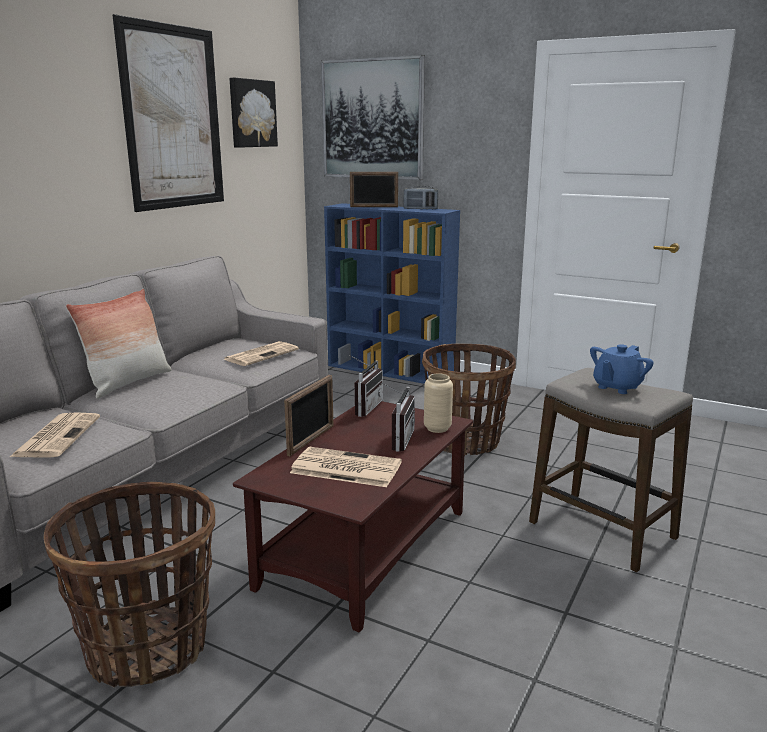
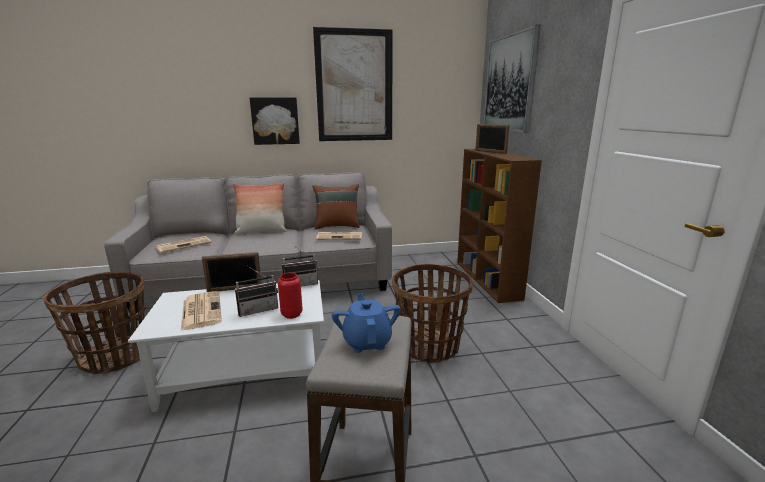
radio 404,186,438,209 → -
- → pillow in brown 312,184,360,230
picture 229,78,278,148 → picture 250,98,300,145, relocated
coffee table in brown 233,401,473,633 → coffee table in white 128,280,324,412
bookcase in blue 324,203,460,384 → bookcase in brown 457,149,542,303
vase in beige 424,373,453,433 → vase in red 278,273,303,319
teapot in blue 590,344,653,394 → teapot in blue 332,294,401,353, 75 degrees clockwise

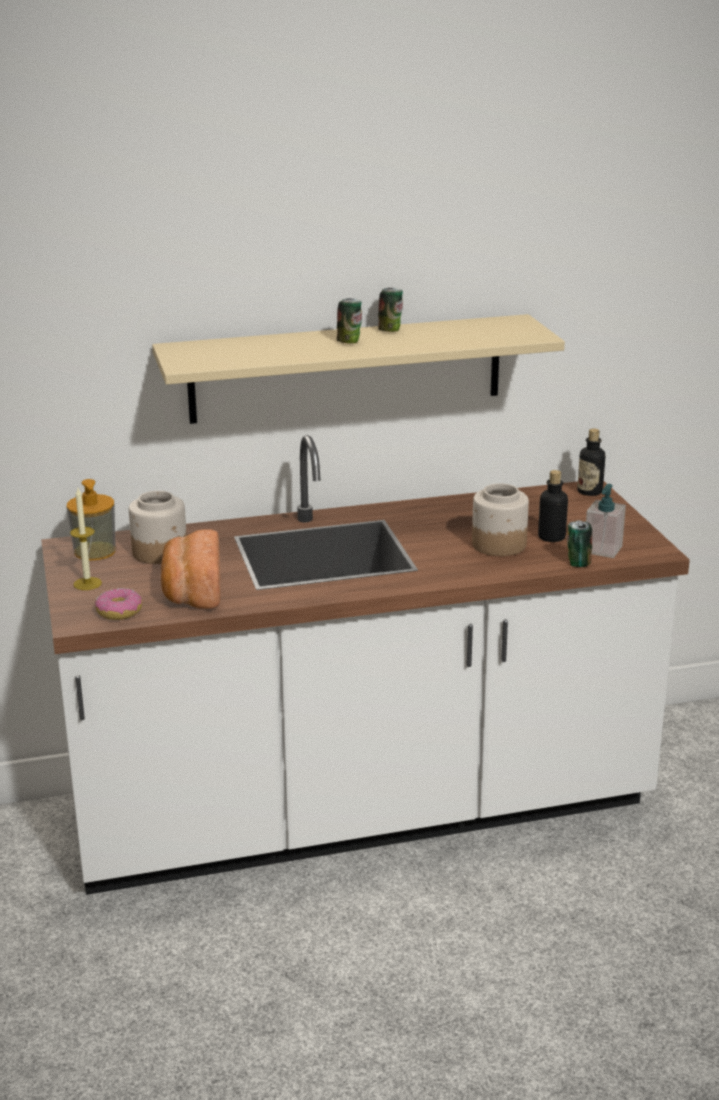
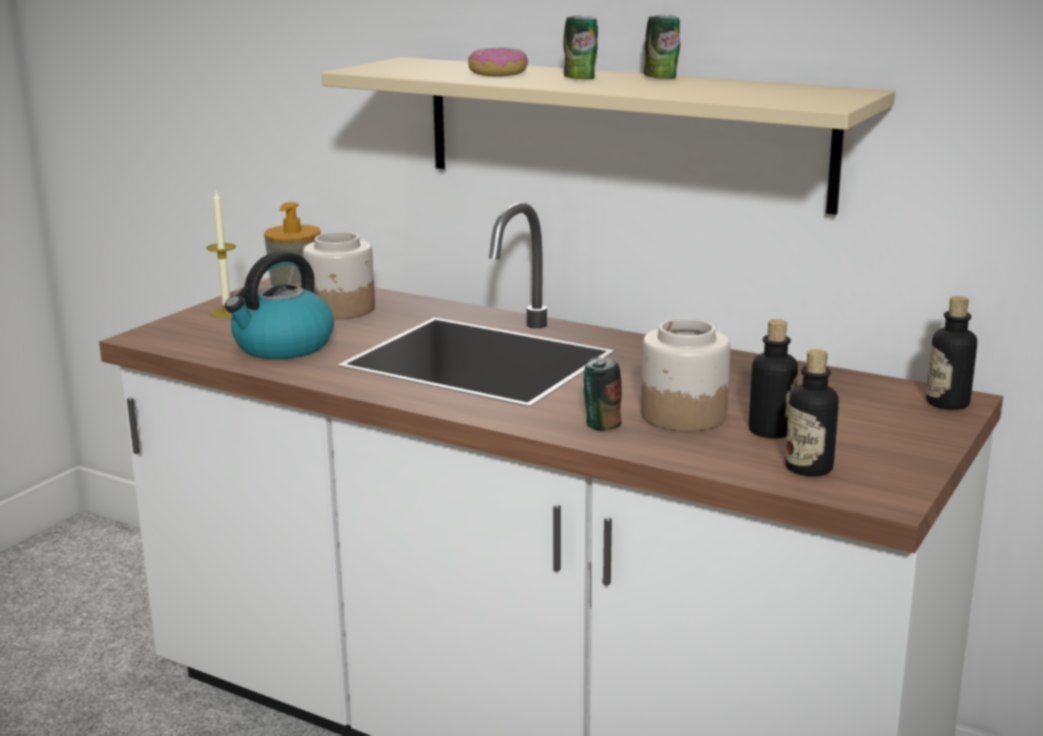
donut 95,588,142,620 → donut 468,47,528,77, relocated
can 567,520,592,567 → can 584,357,622,431, relocated
bread 161,529,220,609 → kettle 225,251,334,359
soap dispenser 586,484,626,558 → bottle 785,349,839,476

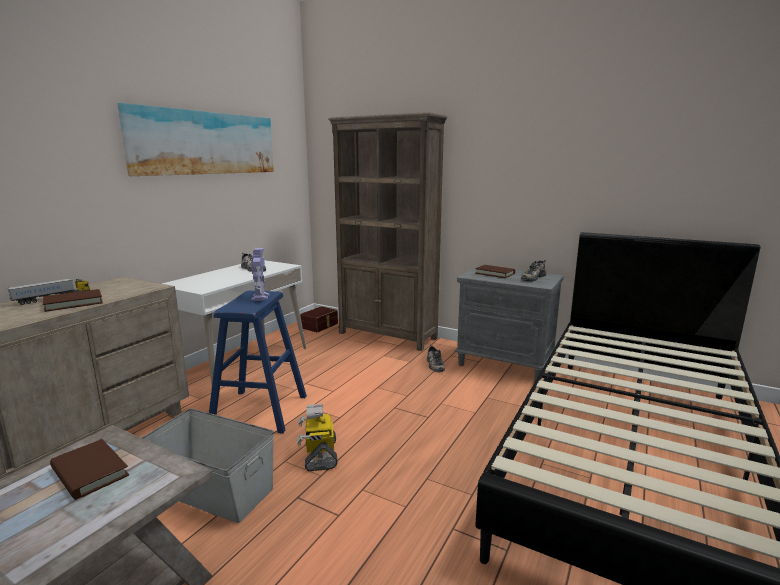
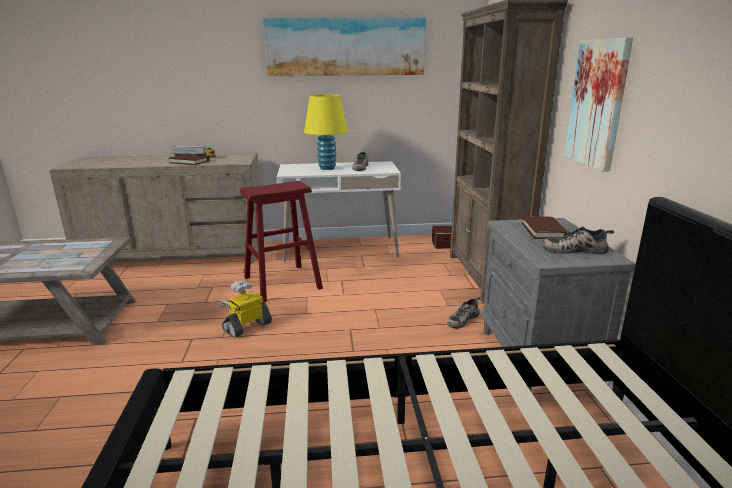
book in brown 50,439,129,500 → -
storage box in grey 142,409,274,523 → -
toy robot 251,248,269,301 → -
- → table lamp in yellow 304,94,348,170
- → picture 564,37,633,171
stool in blue 209,291,307,434 → stool in red 240,181,323,303

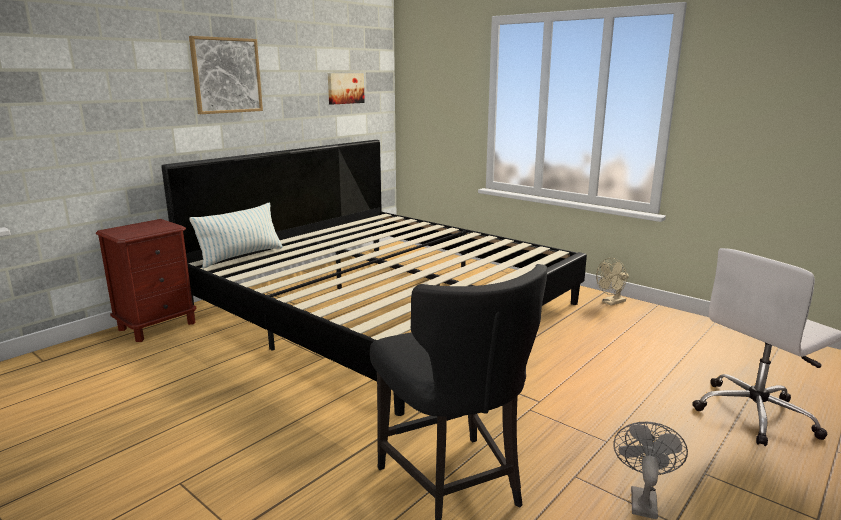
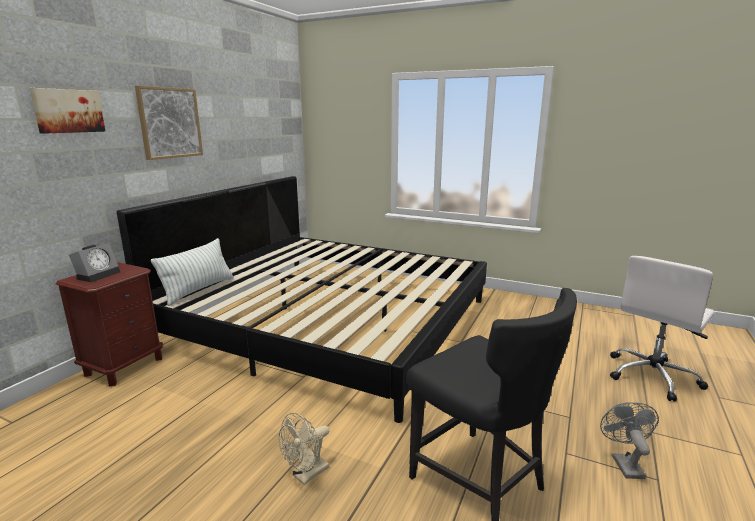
- → alarm clock 69,243,120,282
picture 328,73,365,105 → picture 30,88,106,134, relocated
fan in beige 596,258,629,306 → fan in beige 279,412,329,485, relocated

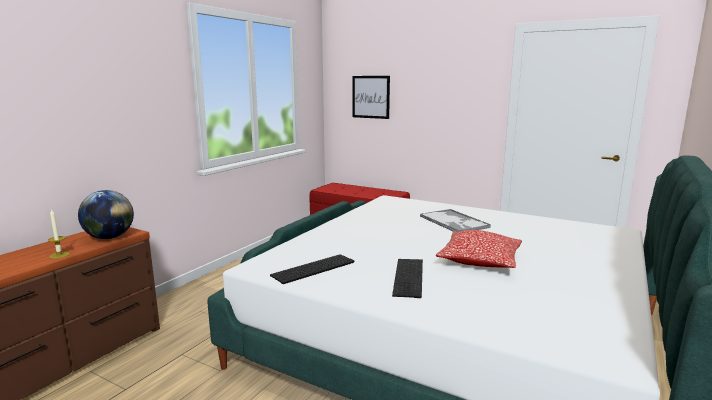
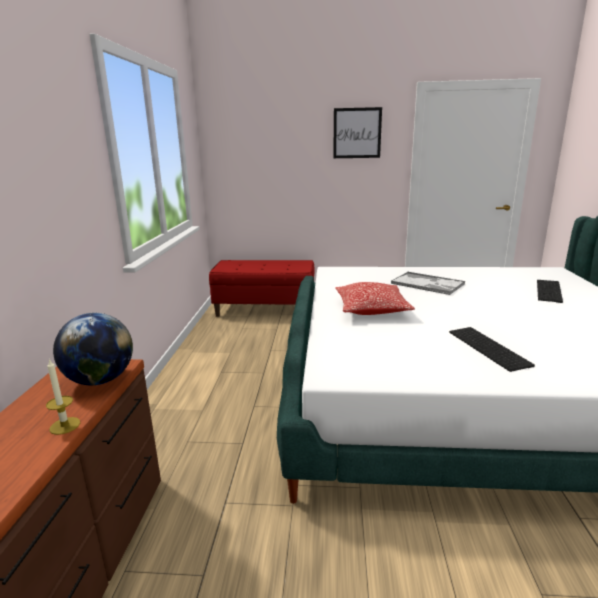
keyboard 270,254,354,284 → keyboard 537,280,563,303, relocated
picture 352,76,390,119 → picture 333,107,382,158, relocated
pillow 436,230,522,268 → pillow 335,282,415,315, relocated

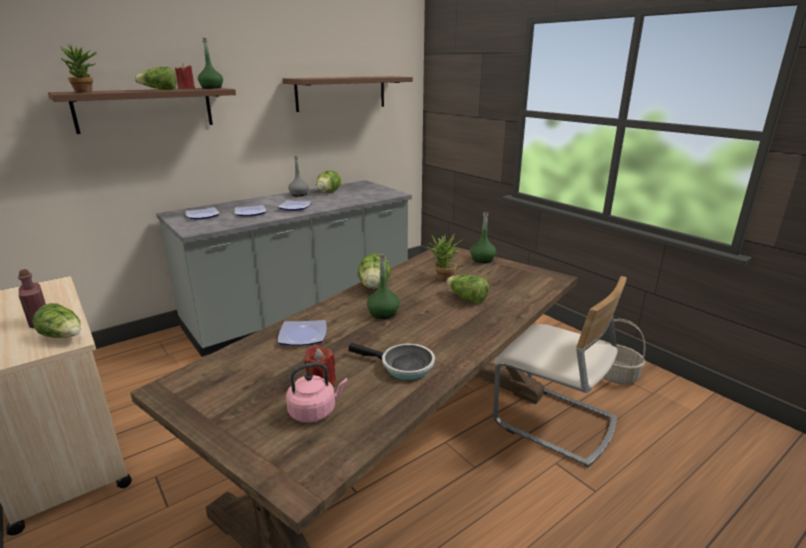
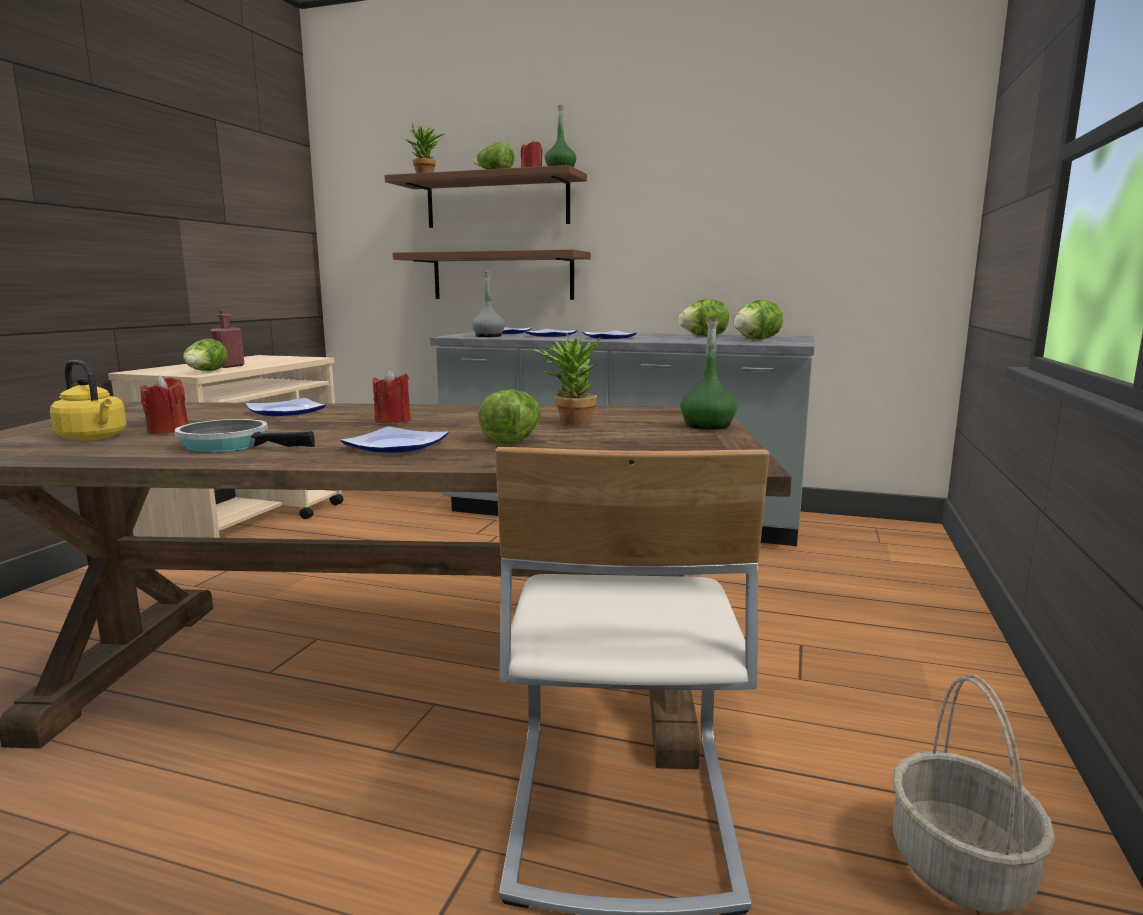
- → plate 341,426,448,453
shelf in brown 283,76,413,112 → shelf in brown 392,249,591,300, relocated
bottle in grey 288,155,309,197 → bottle in grey 472,271,505,337, relocated
lettuce 358,253,391,289 → lettuce 734,300,783,339, relocated
bottle in green 367,254,400,319 → candle in red 373,369,411,423
kettle in pink 286,362,348,423 → kettle in yellow 50,360,127,441
frying pan 349,343,435,380 → frying pan 174,419,315,453, 120 degrees clockwise

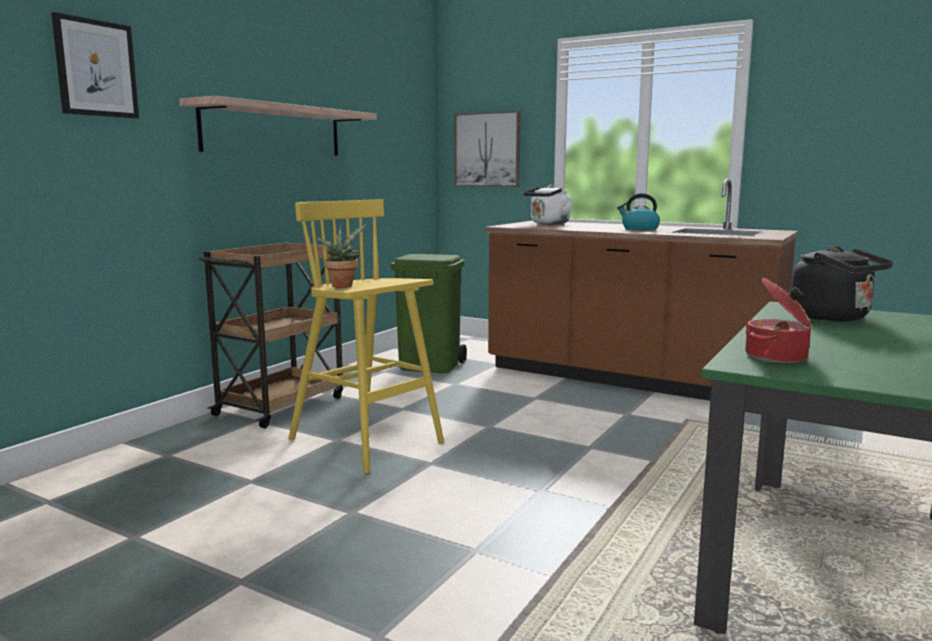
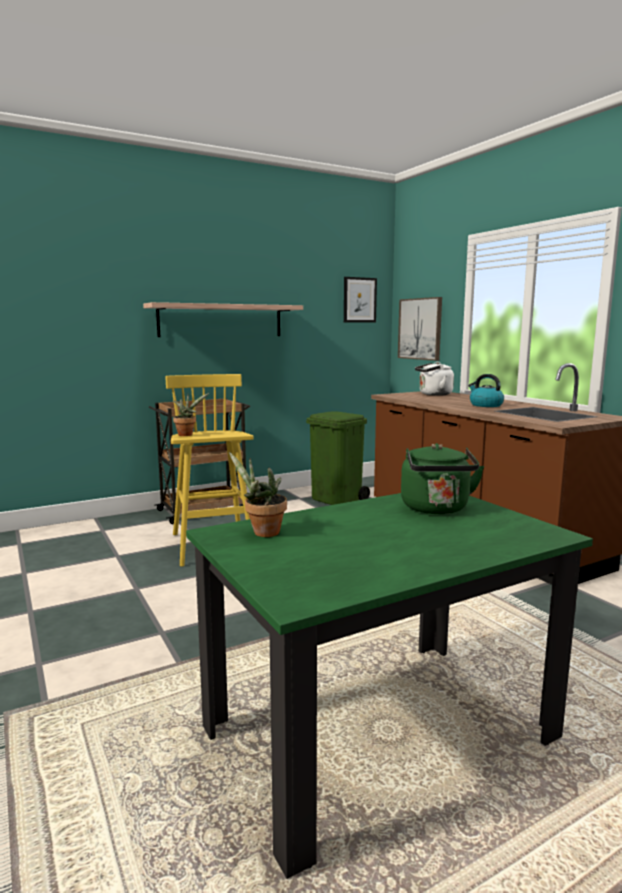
picture 51,12,139,119 → picture 344,277,377,323, relocated
cooking pot 745,278,812,363 → potted plant 229,452,287,537
kettle in black 791,246,893,321 → kettle in green 401,443,484,514

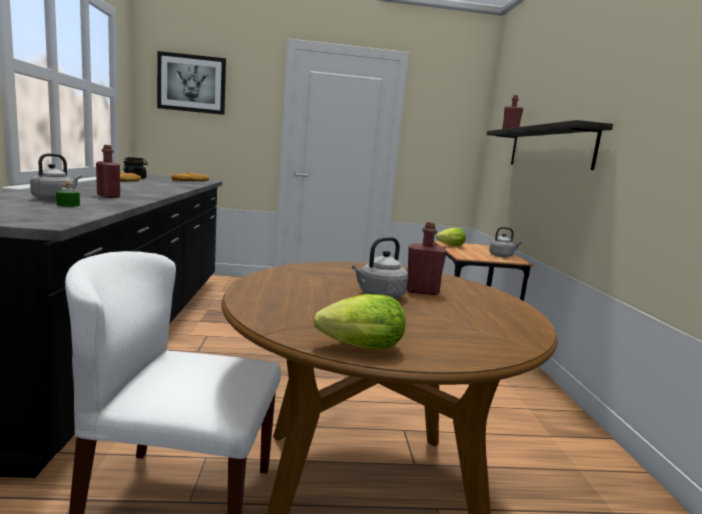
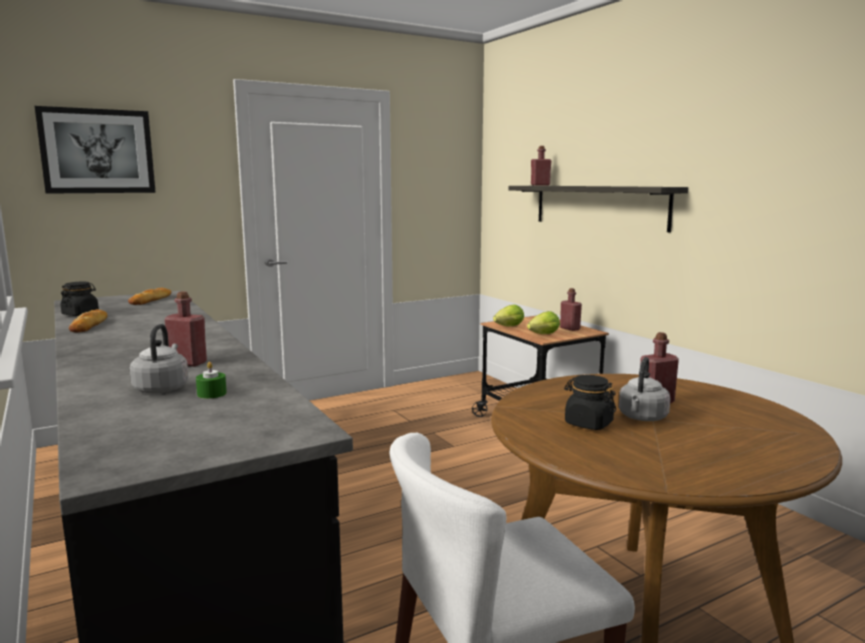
- → jar in black 564,375,616,430
lettuce 313,294,406,349 → lettuce 527,311,560,334, relocated
kettle in grey 489,227,522,257 → bottle in red 560,288,582,331

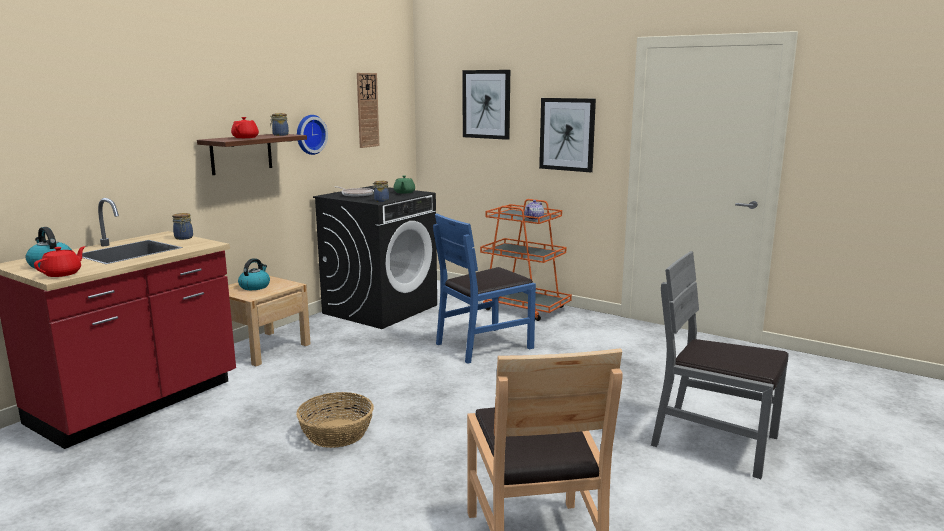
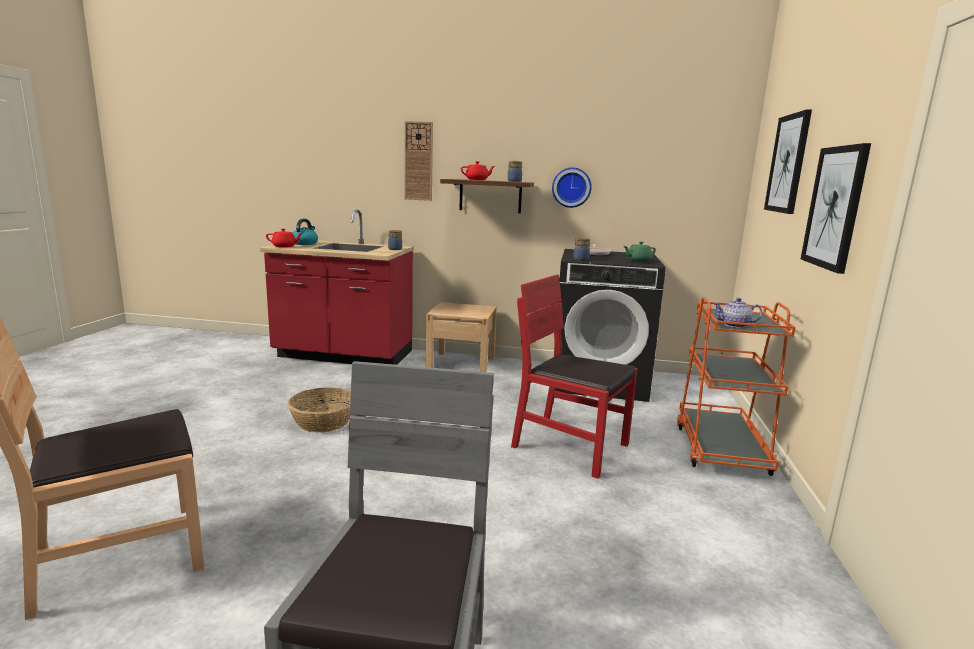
kettle 238,258,270,290 → -
wall clock 357,73,379,148 → wall clock 405,121,433,201, relocated
chair in blue 433,213,536,364 → chair in red 511,274,638,479

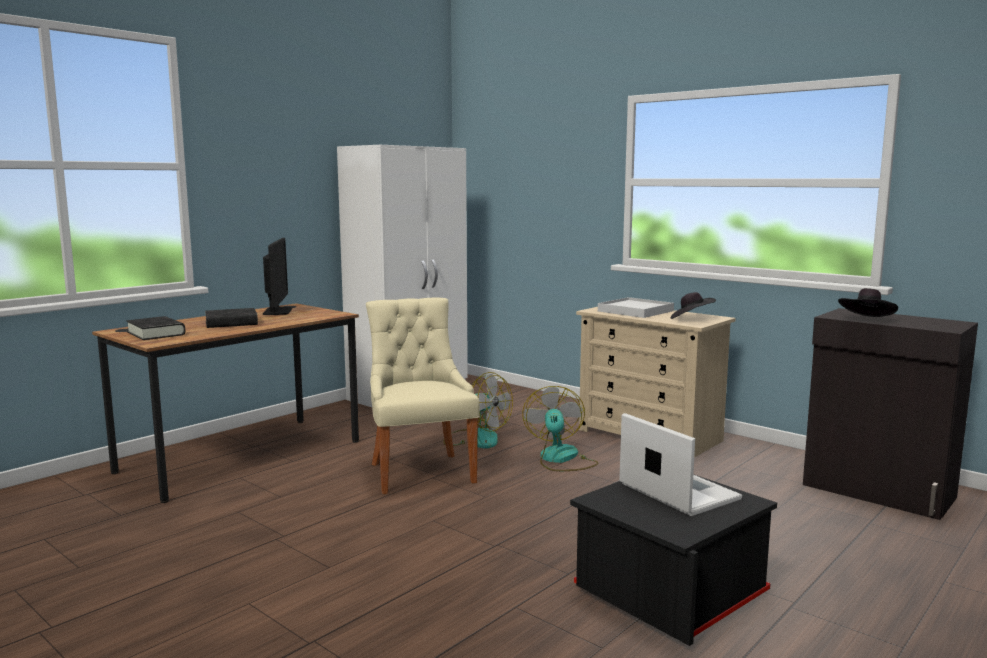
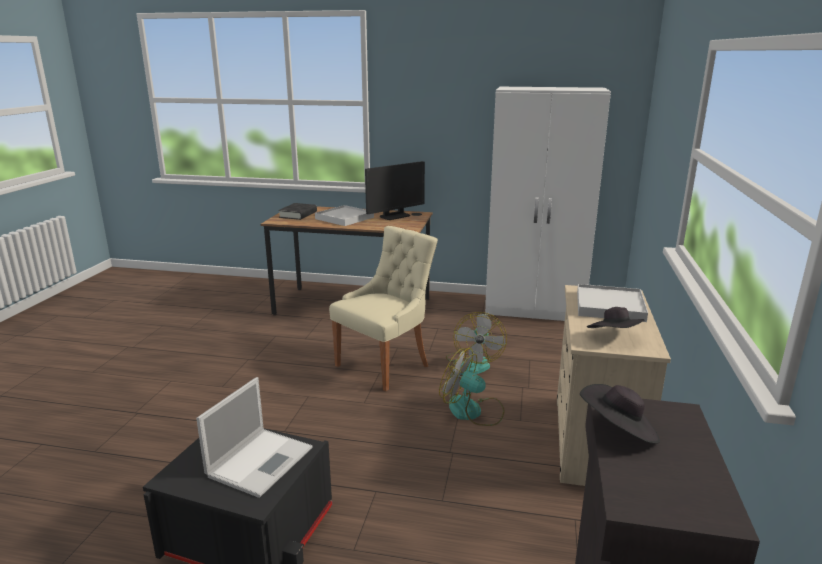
book in black 205,308,258,328 → tray in white 315,205,374,226
fan 522,386,598,471 → fan 439,348,504,426, 120 degrees counterclockwise

